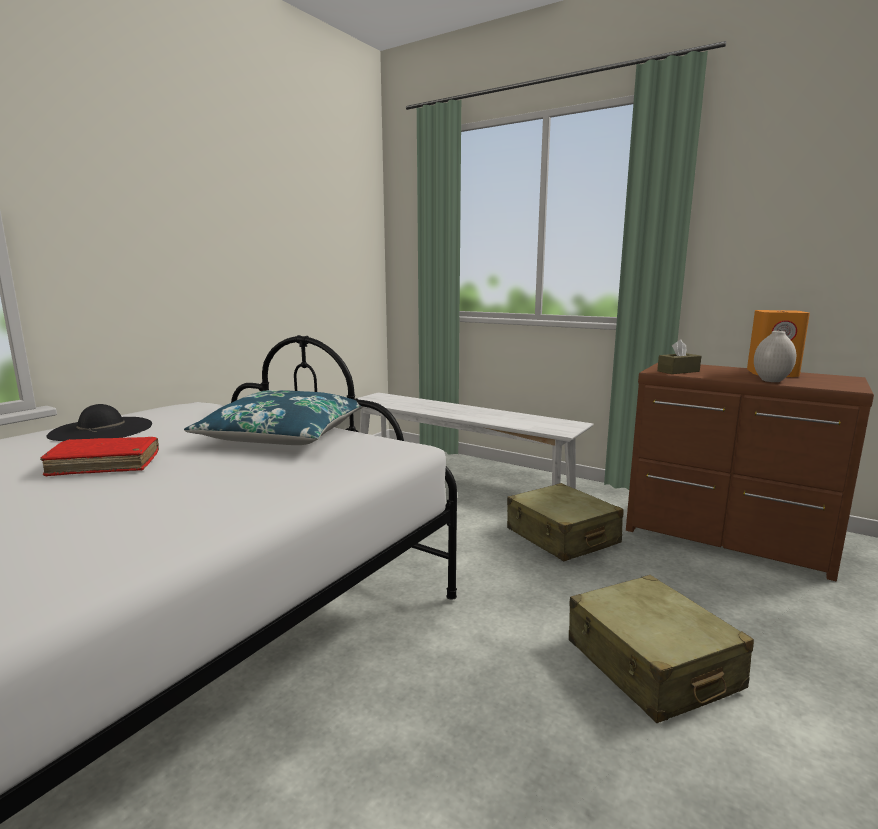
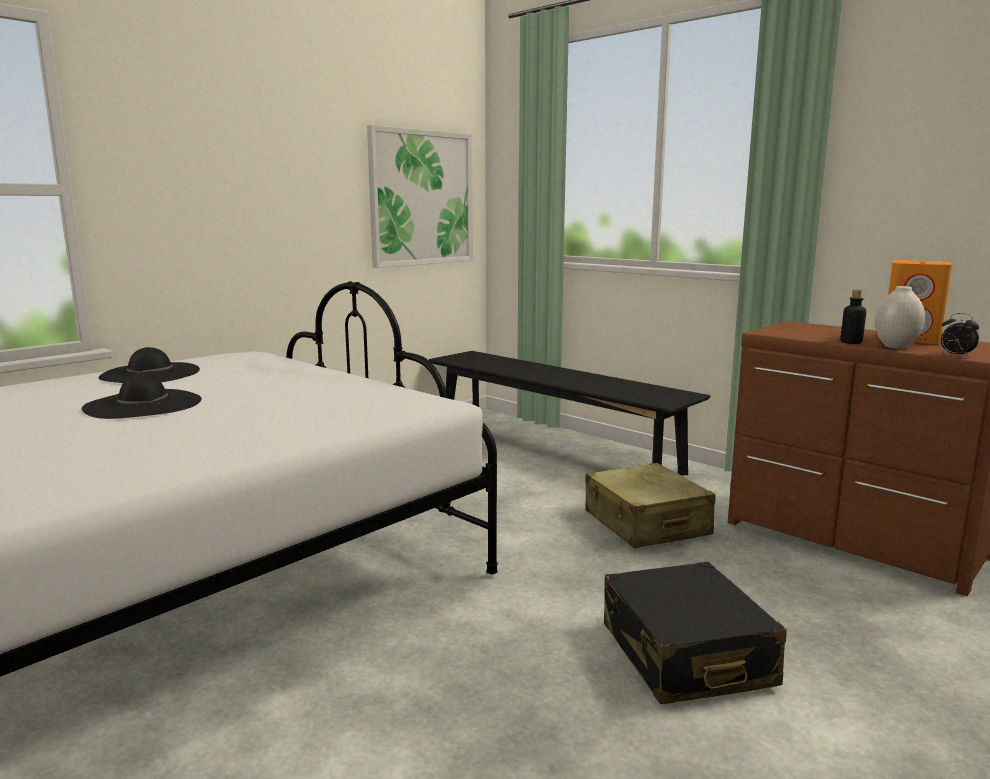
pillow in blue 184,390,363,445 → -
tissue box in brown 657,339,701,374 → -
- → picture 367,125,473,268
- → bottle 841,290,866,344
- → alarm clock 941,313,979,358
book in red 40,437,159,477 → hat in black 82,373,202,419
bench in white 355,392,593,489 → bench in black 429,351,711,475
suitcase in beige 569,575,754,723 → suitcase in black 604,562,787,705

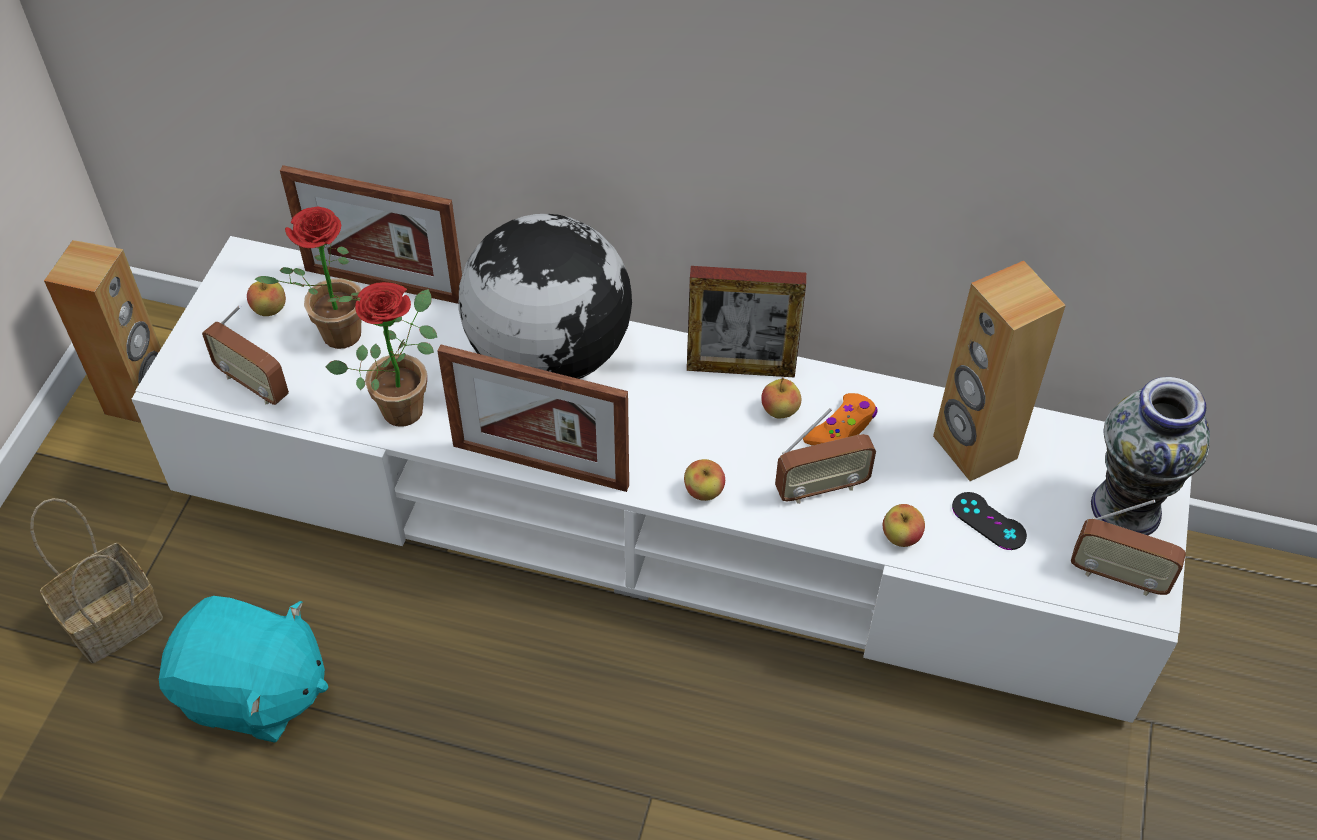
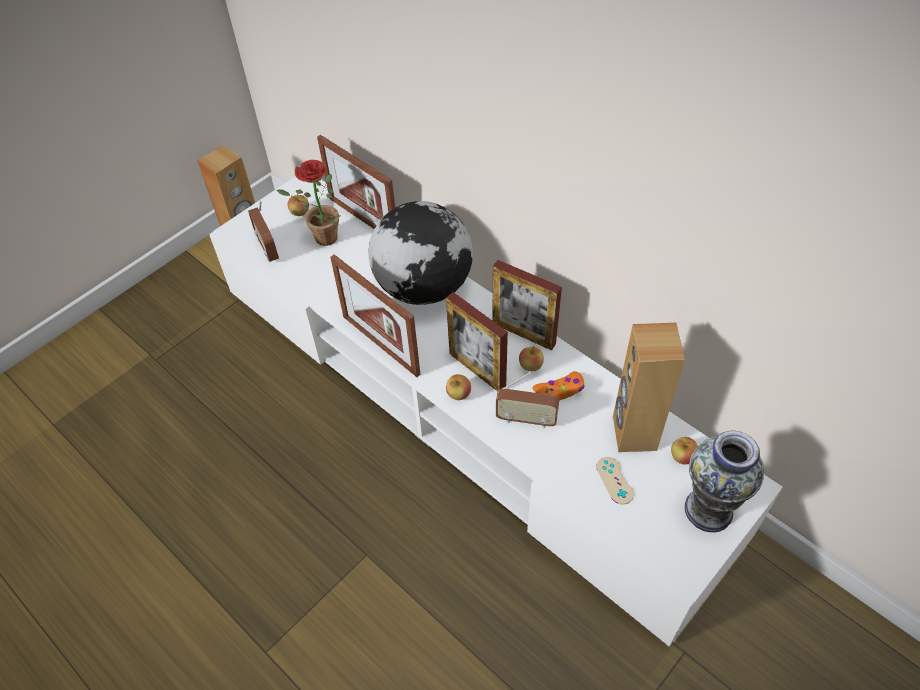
basket 30,498,163,663 → -
plush toy in turquoise 159,596,328,743 → -
potted plant 325,282,437,427 → -
radio 1071,500,1186,596 → -
- → picture frame 446,292,508,392
apple 883,504,925,547 → apple 671,437,698,464, relocated
game controller in black 952,492,1027,550 → game controller in beige 596,457,634,504

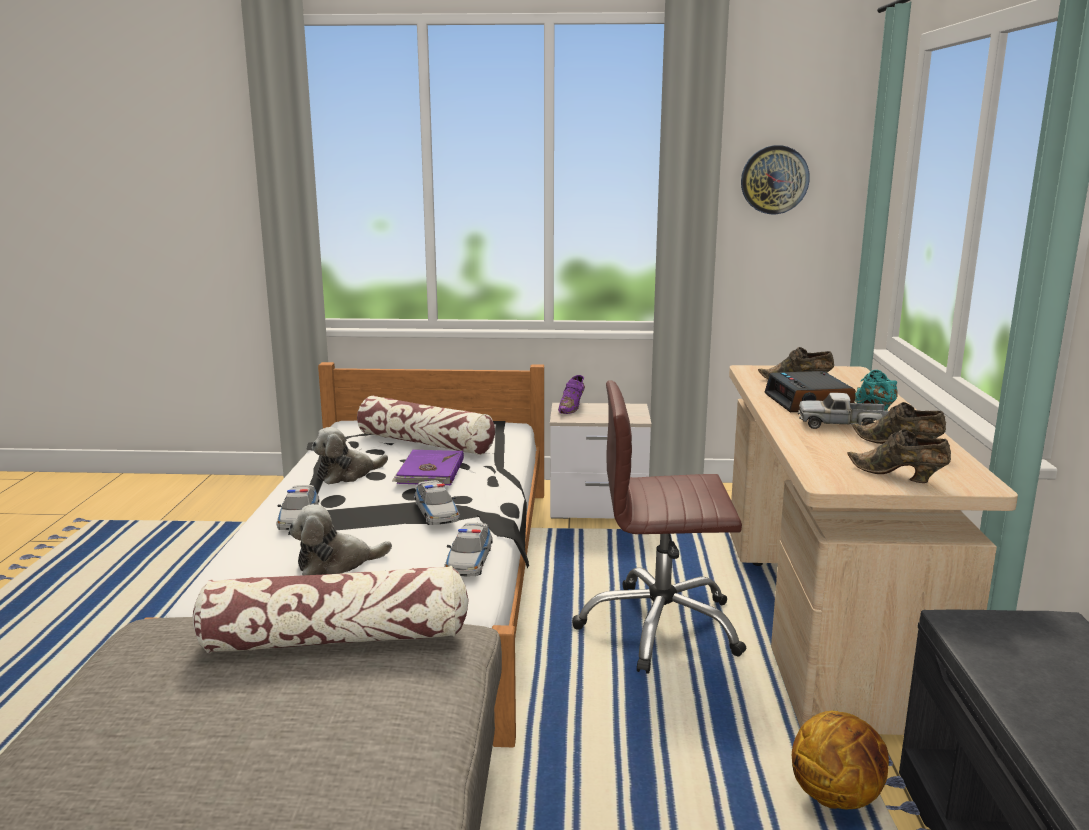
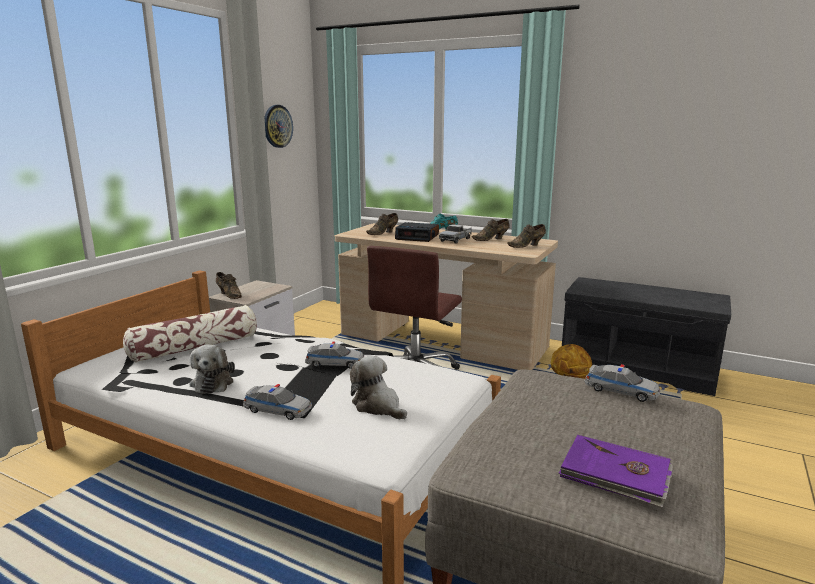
pillow 193,566,469,653 → -
book in purple 392,450,464,486 → book in purple 558,435,673,508, relocated
toy car 444,523,493,576 → toy car 584,364,660,402, relocated
shoe in purple 558,375,585,414 → shoe in brown 216,272,242,299
plush toy 289,504,392,575 → plush toy 350,356,407,420, 135 degrees clockwise

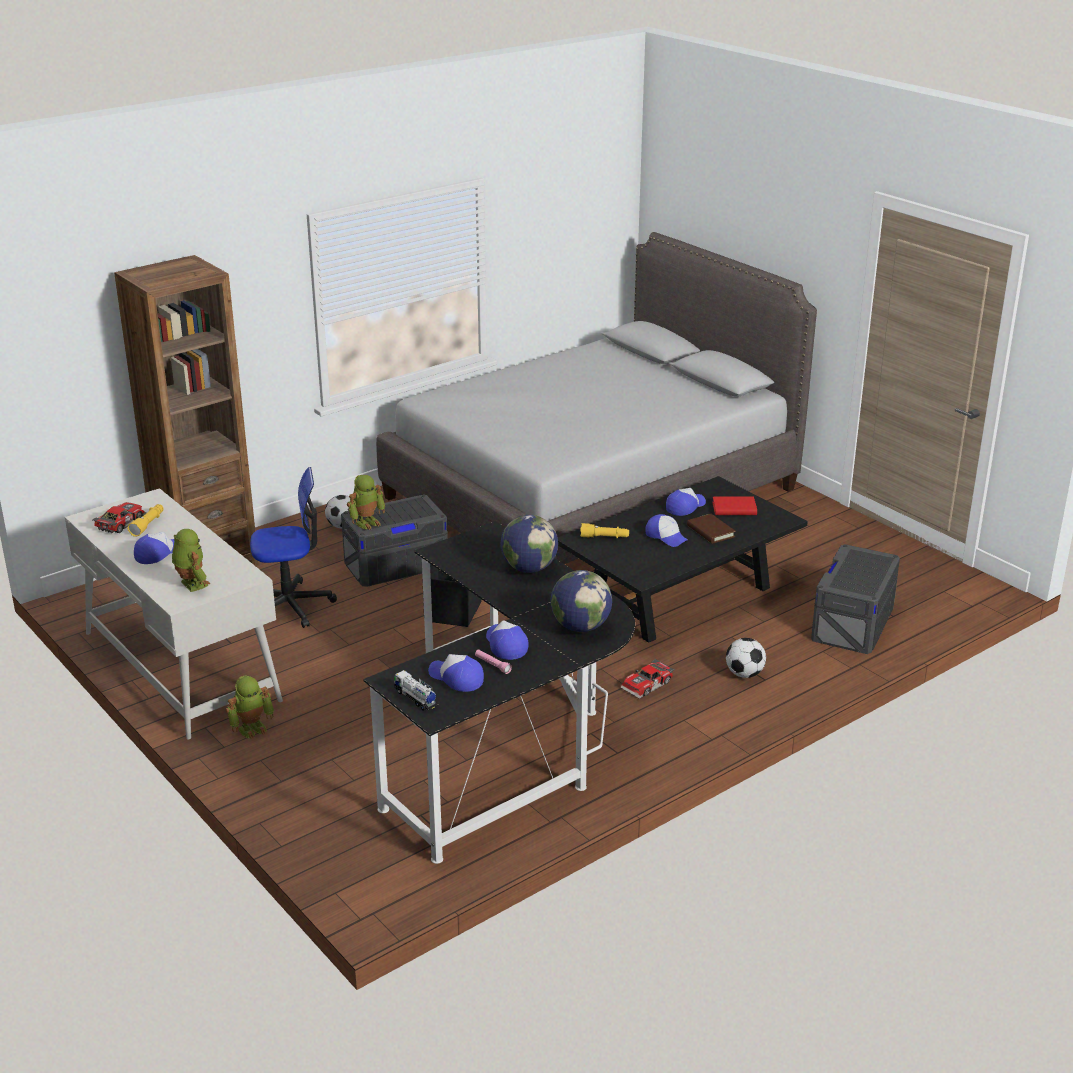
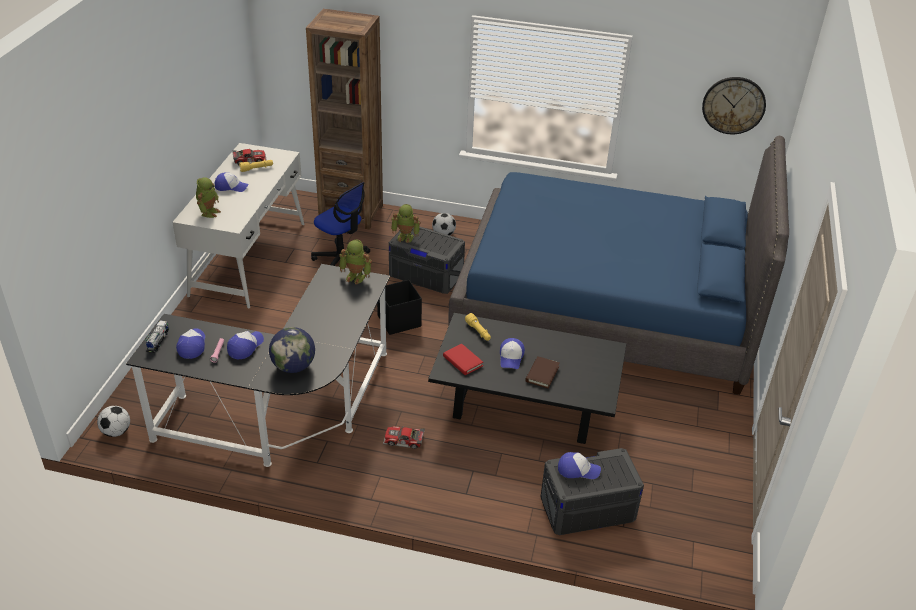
globe 500,515,558,573 → -
- → wall clock 702,77,766,134
toy robot 226,675,274,739 → toy robot 339,239,372,284, relocated
cap 666,488,706,516 → cap 558,452,601,479, relocated
book in red 712,497,757,515 → book in red 443,344,483,375, relocated
football 726,638,766,678 → football 97,406,130,437, relocated
bed in grey 376,232,817,564 → bed in blue 448,136,789,395

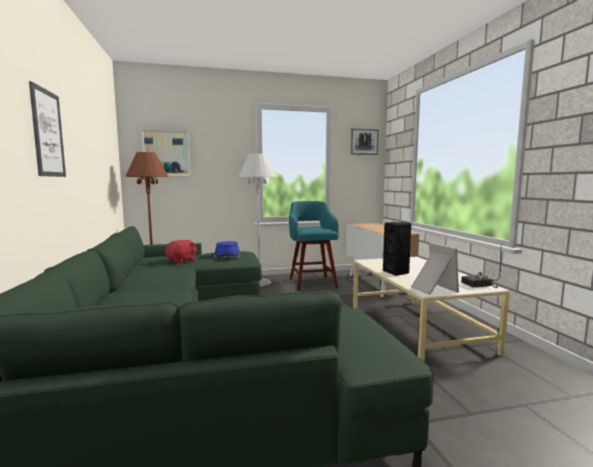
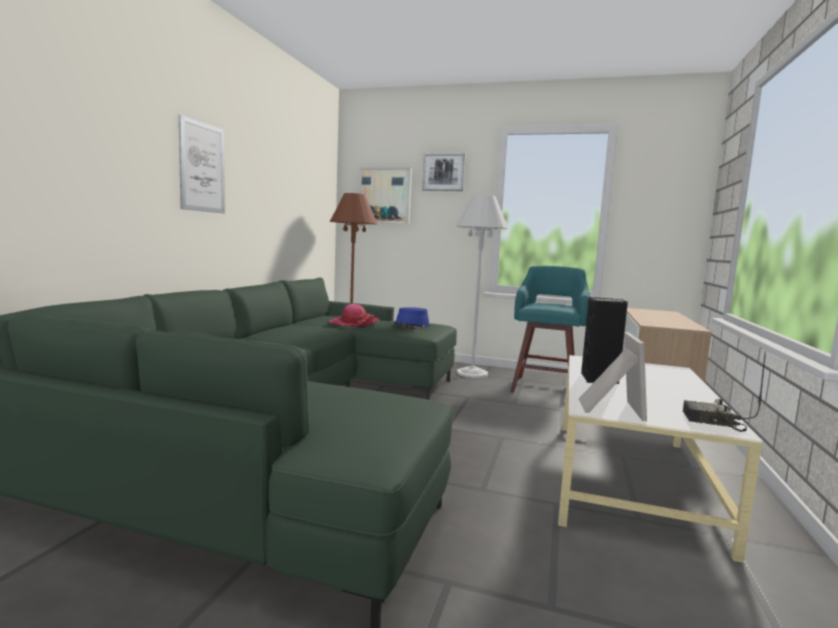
picture 350,128,379,155 → picture 422,153,466,191, relocated
plush toy in red 165,240,197,263 → hat 329,304,379,327

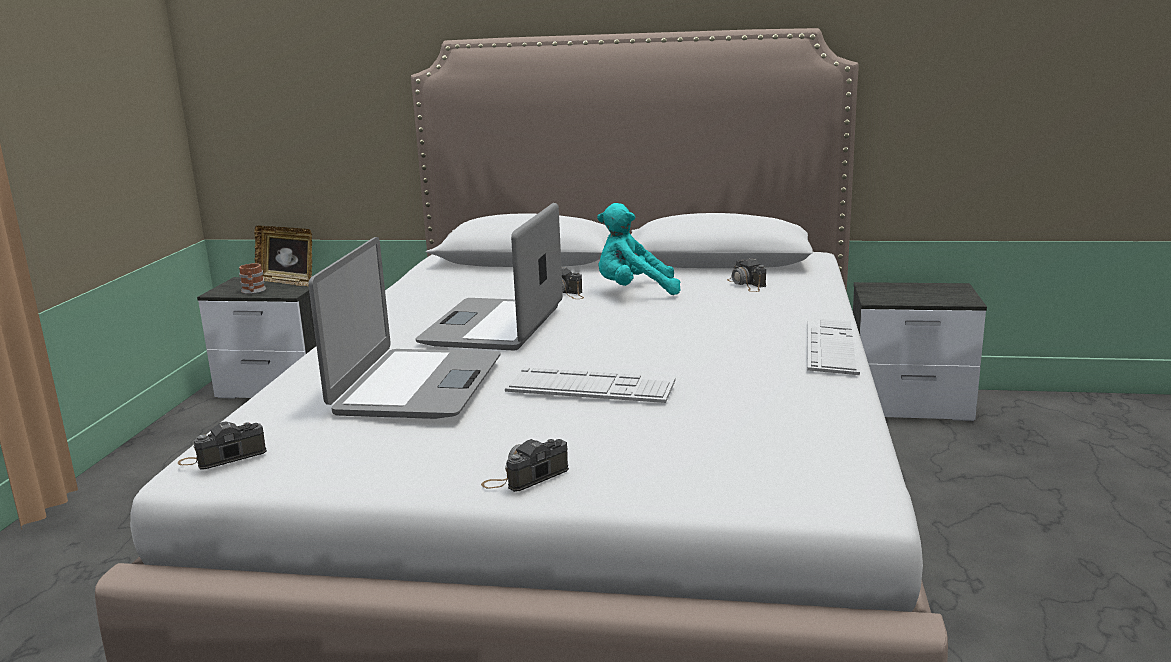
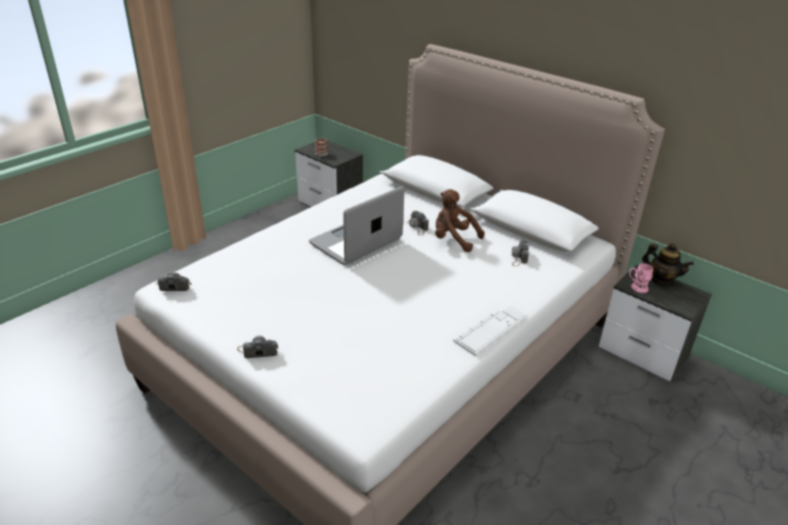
picture frame 254,225,312,286 → -
laptop 308,237,501,419 → -
keyboard 505,367,676,403 → -
- → mug in pink 629,263,653,293
- → teapot 642,243,694,286
plush toy in turquoise 597,203,680,295 → plush toy in brown 435,189,485,252

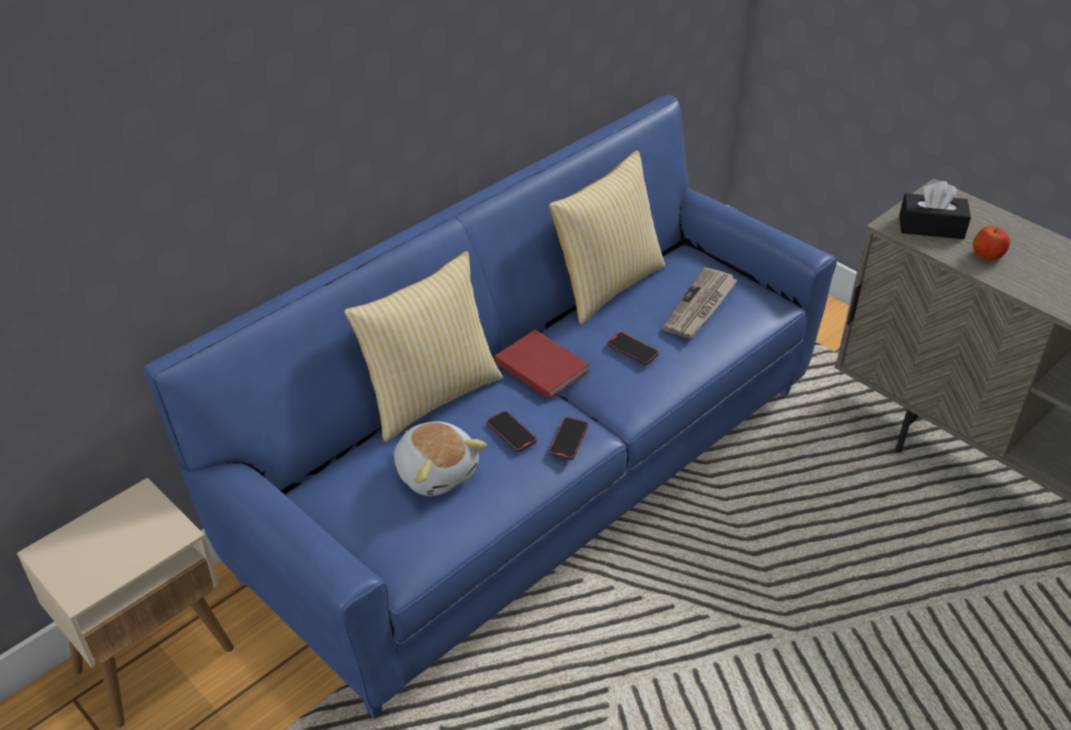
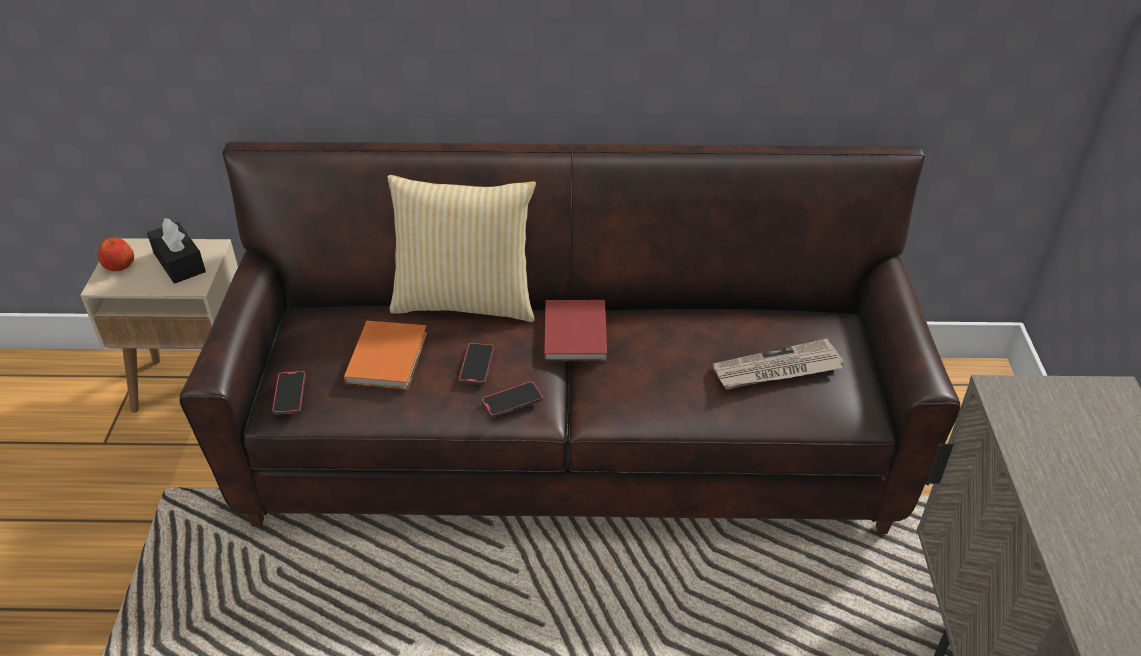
pillow 549,151,665,325 → -
phone 607,332,659,365 → phone 272,371,306,415, relocated
tissue box in black 899,181,971,239 → tissue box in black 147,218,206,284, relocated
apple 973,226,1010,261 → apple 98,237,134,271, relocated
plush toy 394,421,487,496 → book in orange 344,321,427,390
sofa in blue 144,95,837,719 → sofa in brown 179,142,960,534

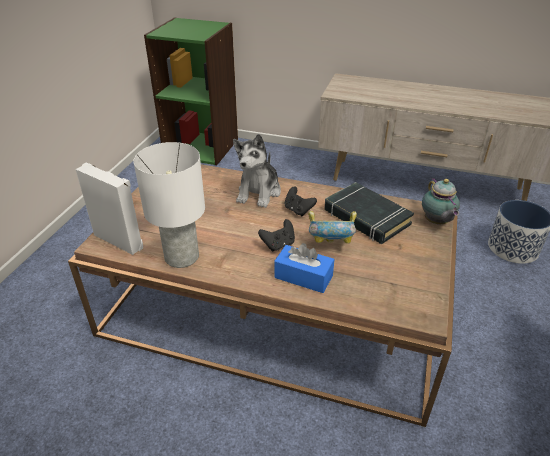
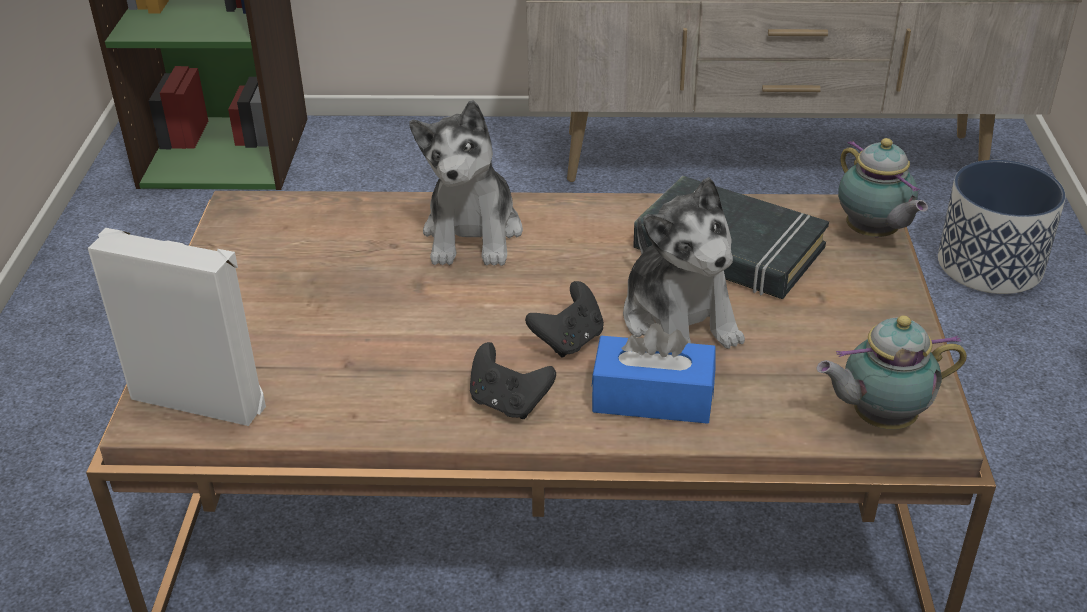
table lamp in white 133,142,205,268 → -
- → teapot 817,316,967,430
game controller in black 284,186,317,216 → game controller in black 470,342,556,419, relocated
bowl 308,211,357,243 → plush toy 623,177,745,349

